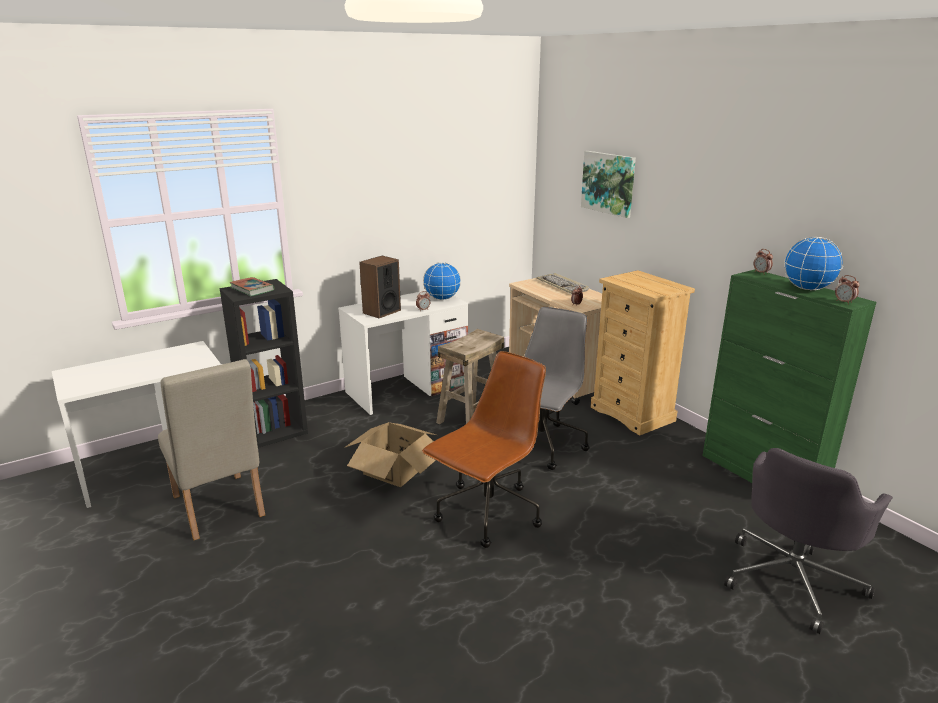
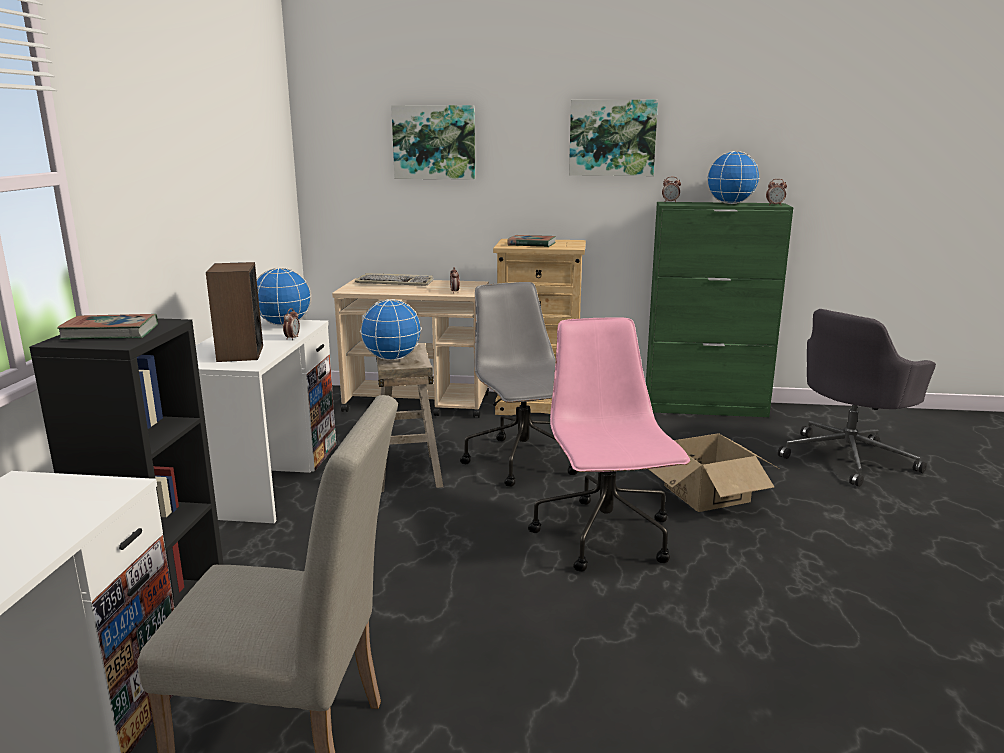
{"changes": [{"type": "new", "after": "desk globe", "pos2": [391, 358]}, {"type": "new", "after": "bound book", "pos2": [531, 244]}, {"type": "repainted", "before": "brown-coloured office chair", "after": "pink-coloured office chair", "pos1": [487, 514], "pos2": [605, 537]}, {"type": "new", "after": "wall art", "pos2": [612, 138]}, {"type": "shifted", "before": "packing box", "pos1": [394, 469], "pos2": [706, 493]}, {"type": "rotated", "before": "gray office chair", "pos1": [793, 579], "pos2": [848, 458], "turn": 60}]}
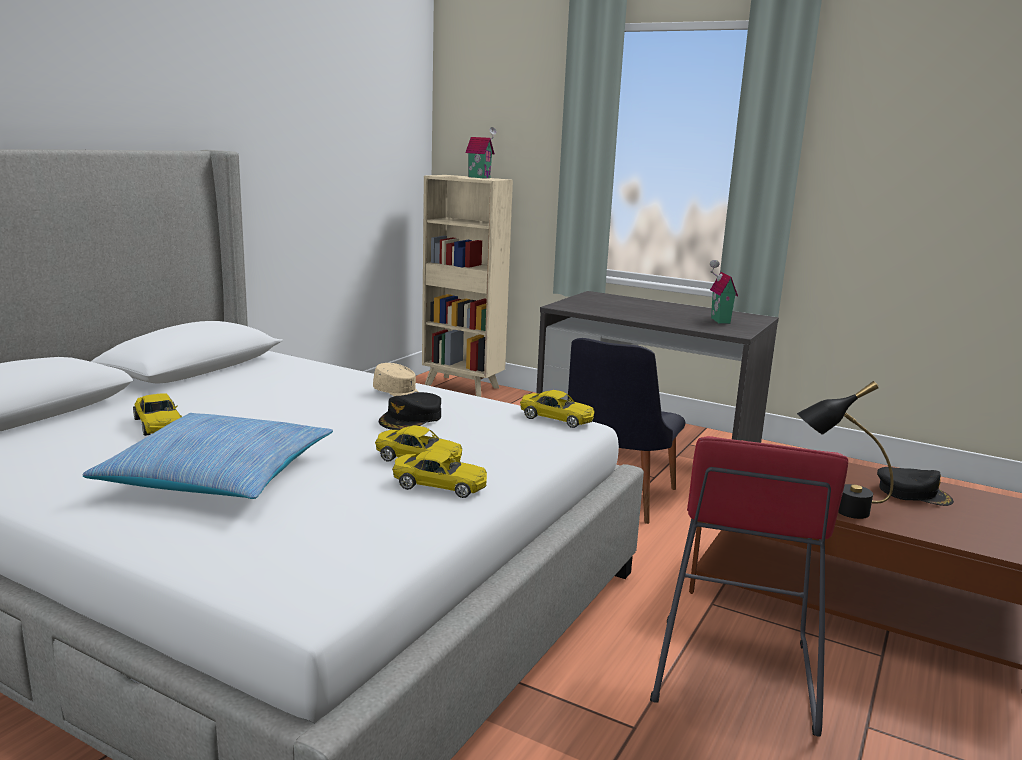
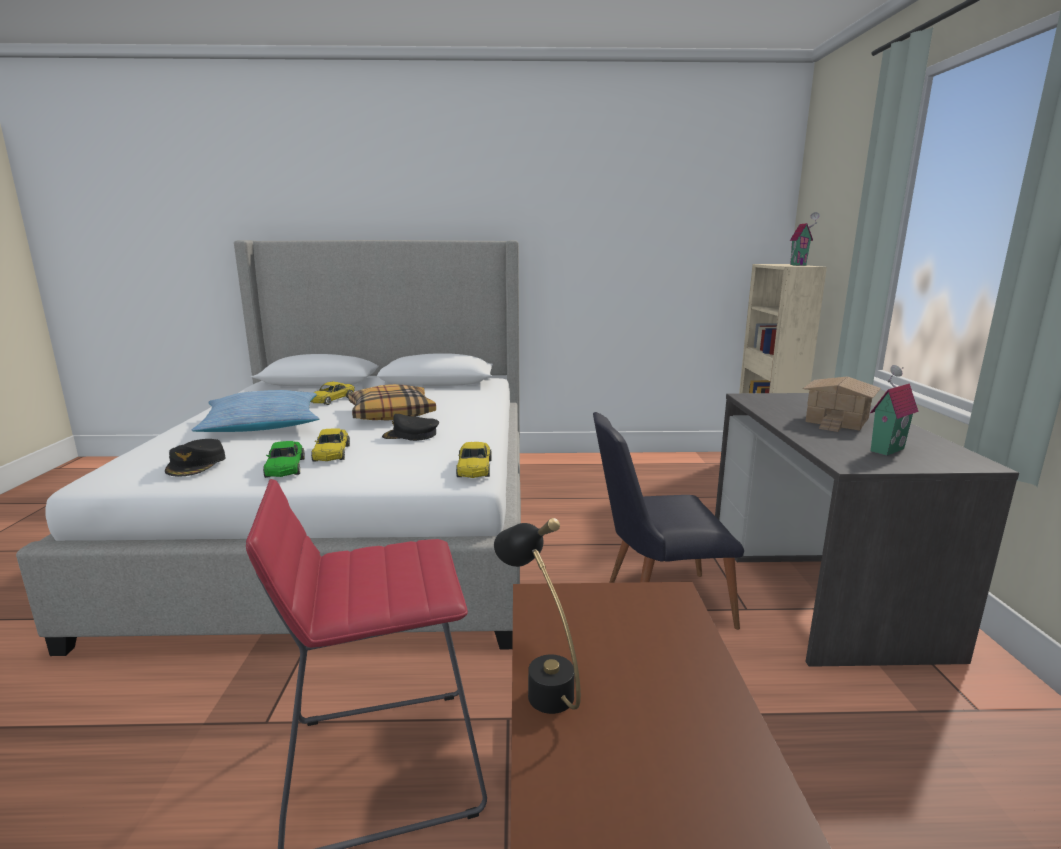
{"changes": [{"type": "shifted", "before": "black cap", "pos1": [913, 493], "pos2": [196, 464]}, {"type": "repainted", "before": "yellow miniature car", "after": "green miniature car", "pos1": [440, 485], "pos2": [285, 467]}, {"type": "new", "after": "cushion", "pos2": [391, 414]}, {"type": "new", "after": "miniature house", "pos2": [838, 420]}, {"type": "gone", "before": "beige-coloured cap", "pos1": [398, 393]}]}
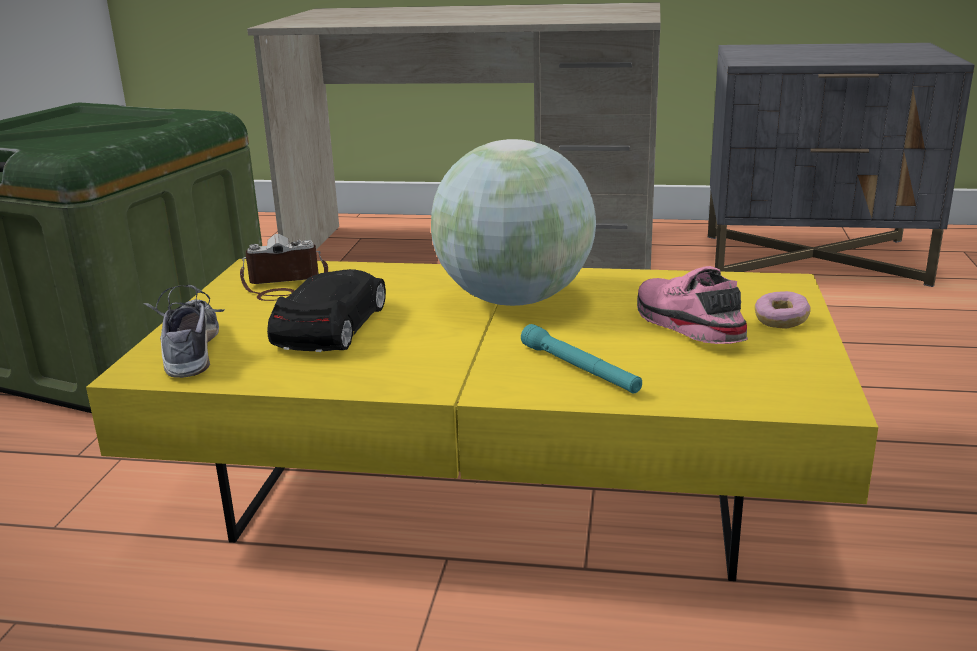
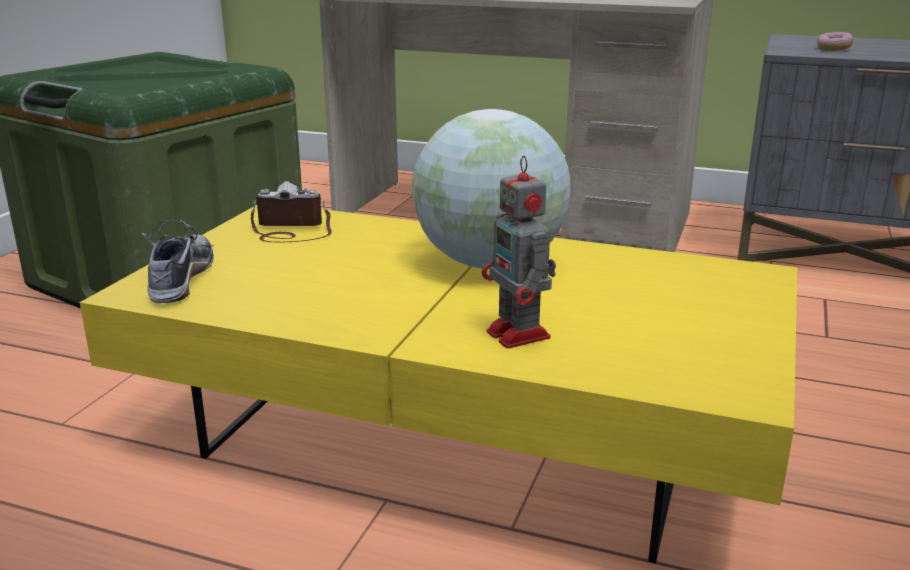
{"changes": [{"type": "swapped", "before": "turquoise-coloured hand torch", "after": "toy robot", "pos1": [579, 369], "pos2": [520, 336]}, {"type": "shifted", "before": "donut", "pos1": [780, 321], "pos2": [833, 49]}, {"type": "gone", "before": "black miniature car", "pos1": [332, 326]}, {"type": "gone", "before": "pink-coloured low shoe", "pos1": [685, 325]}]}
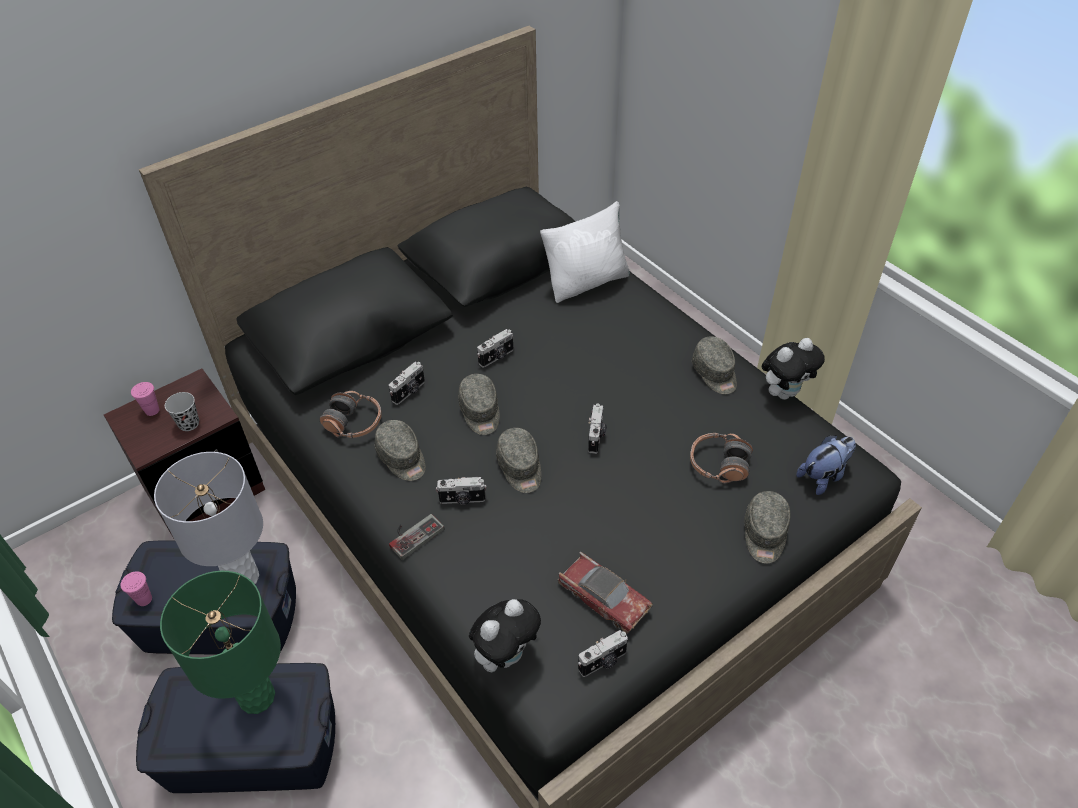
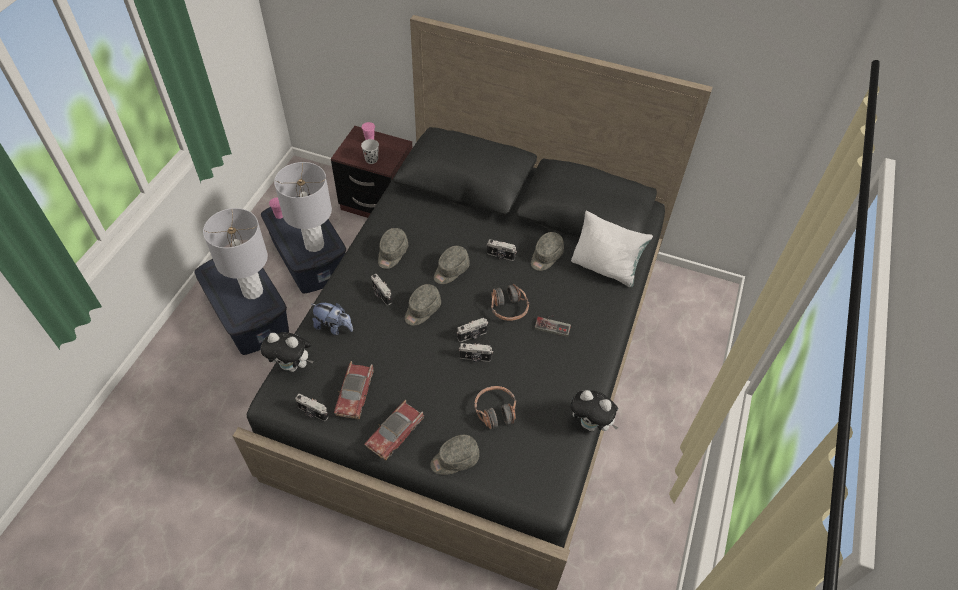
{"changes": [{"type": "repainted", "before": "green tabletop lamp", "after": "gray tabletop lamp", "pos1": [256, 697], "pos2": [252, 291]}, {"type": "shifted", "before": "soft toy", "pos1": [823, 476], "pos2": [334, 327]}, {"type": "new", "after": "miniature car", "pos2": [395, 433]}, {"type": "shifted", "before": "still camera", "pos1": [409, 392], "pos2": [475, 358]}, {"type": "shifted", "before": "pair of headphones", "pos1": [354, 423], "pos2": [508, 308]}, {"type": "shifted", "before": "gray cap", "pos1": [715, 373], "pos2": [546, 257]}, {"type": "shifted", "before": "game controller", "pos1": [413, 533], "pos2": [553, 324]}]}
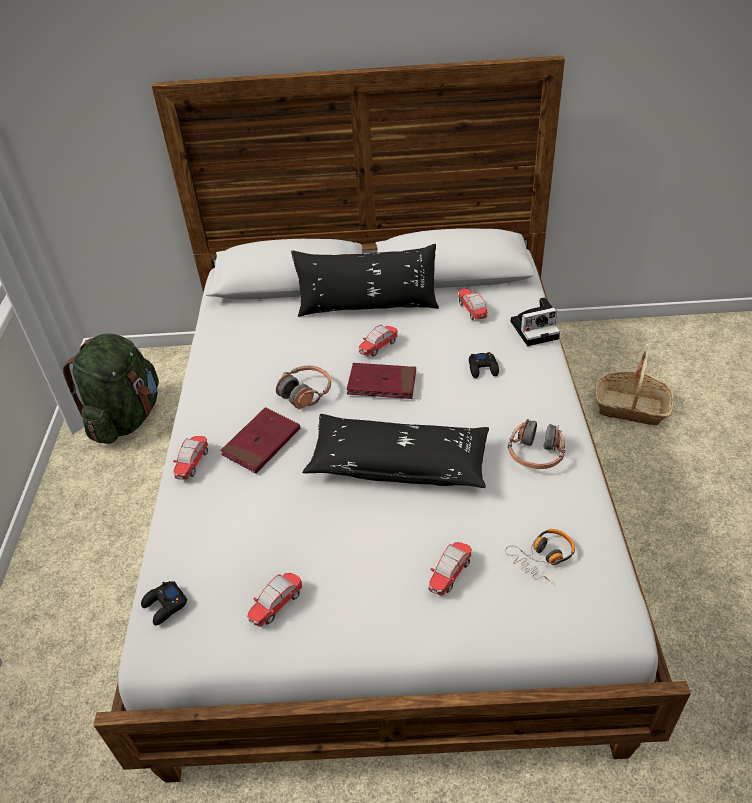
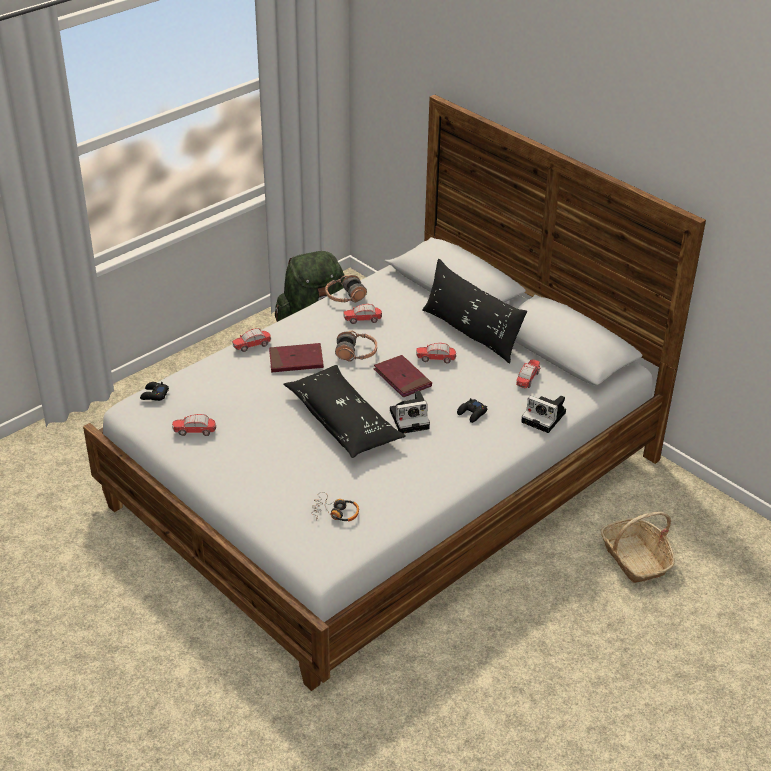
{"changes": [{"type": "shifted", "before": "pair of headphones", "pos1": [535, 454], "pos2": [345, 297]}, {"type": "shifted", "before": "miniature car", "pos1": [450, 574], "pos2": [363, 320]}, {"type": "new", "after": "still camera", "pos2": [411, 418]}]}
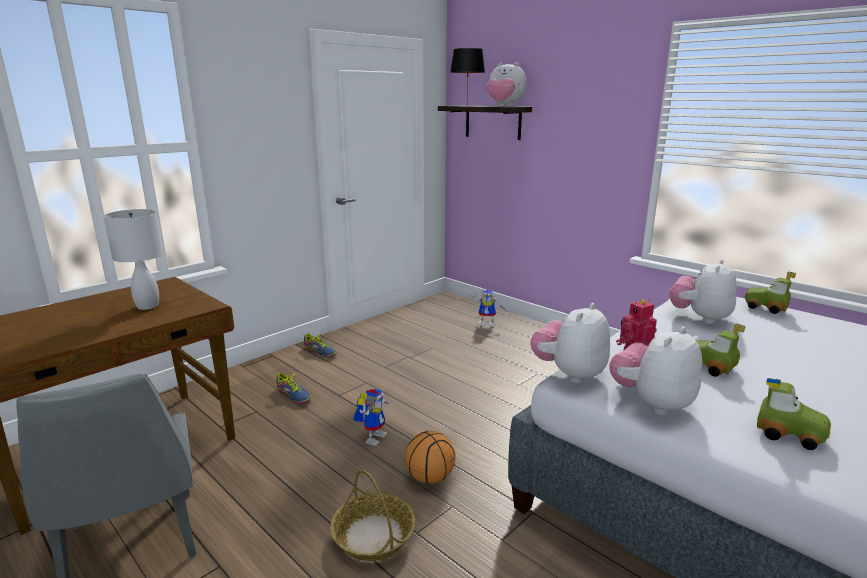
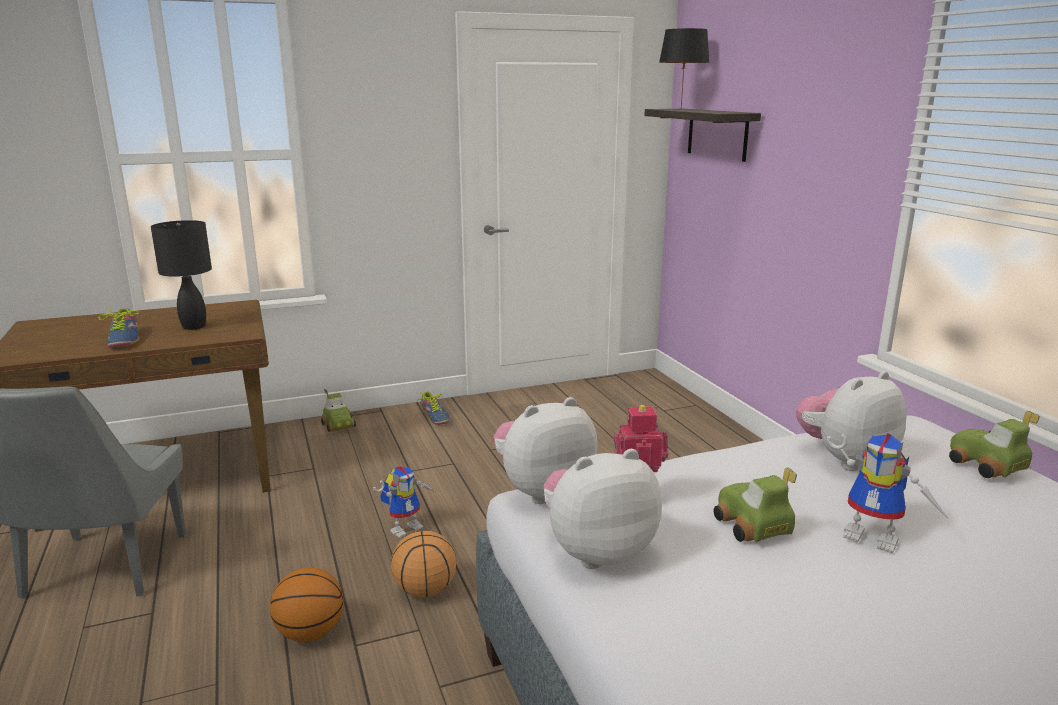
{"changes": [{"type": "shifted", "before": "low shoe", "pos1": [293, 395], "pos2": [124, 339]}, {"type": "repainted", "before": "white-coloured tabletop lamp", "after": "black tabletop lamp", "pos1": [148, 306], "pos2": [194, 326]}, {"type": "swapped", "before": "household basket", "after": "ball for basketball", "pos1": [373, 535], "pos2": [310, 632]}, {"type": "shifted", "before": "miniature car", "pos1": [788, 433], "pos2": [339, 425]}, {"type": "shifted", "before": "toy robot", "pos1": [488, 323], "pos2": [876, 537]}, {"type": "gone", "before": "soft toy", "pos1": [504, 106]}]}
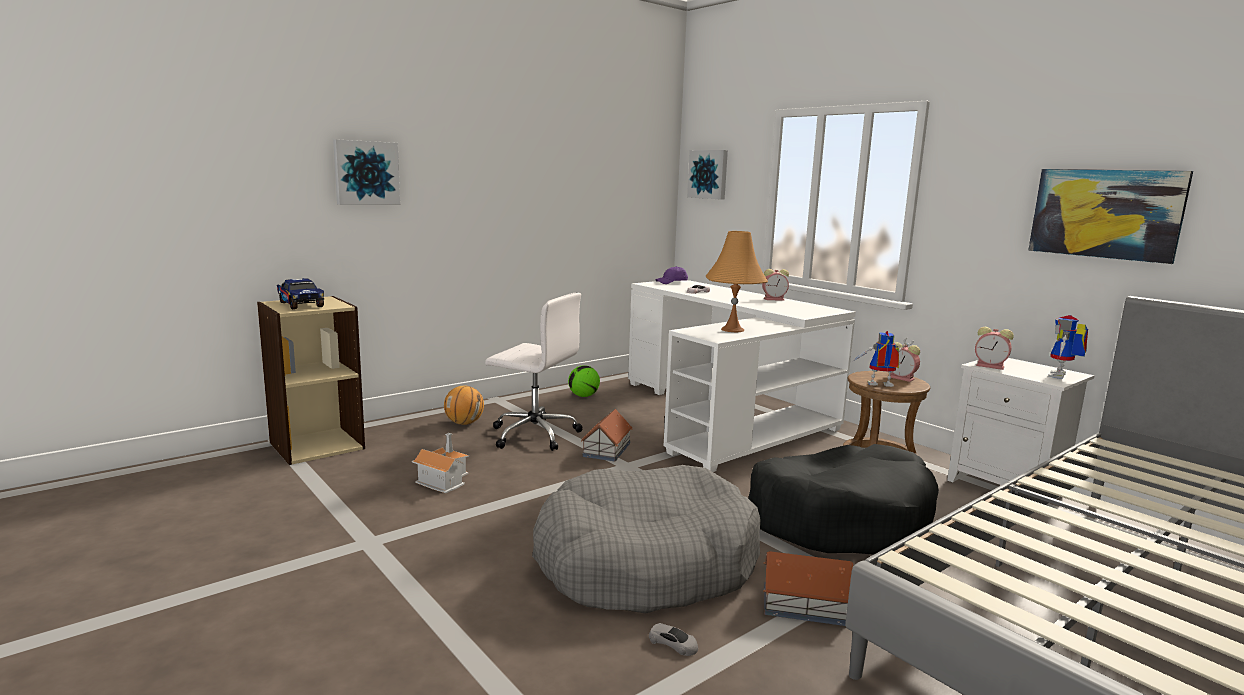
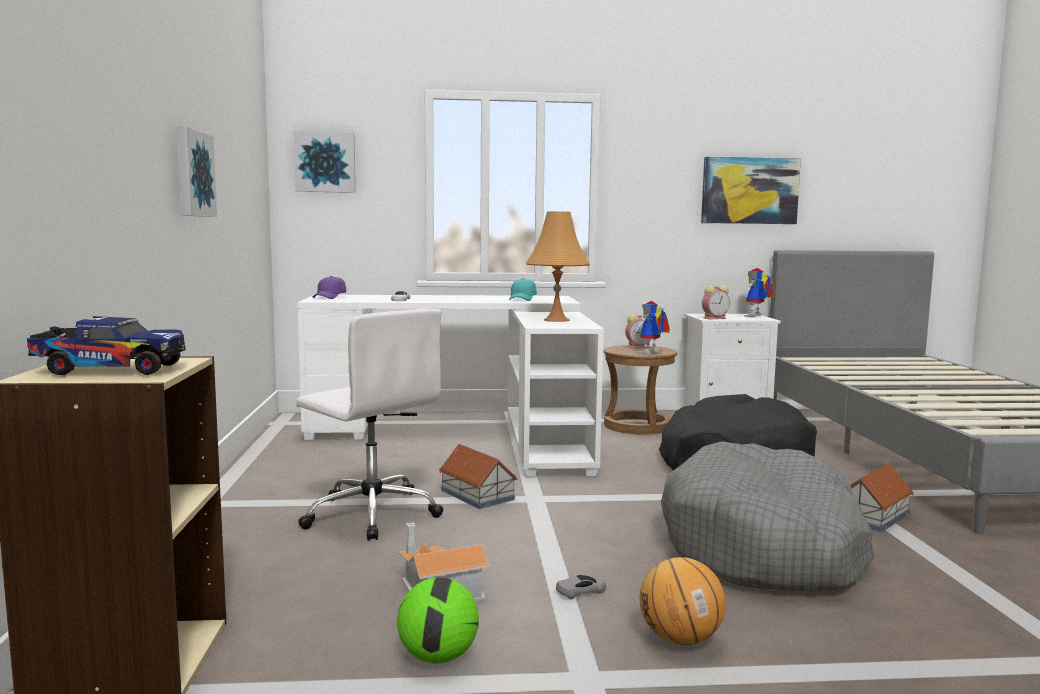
{"changes": [{"type": "shifted", "before": "wall art", "pos1": [366, 173], "pos2": [192, 174]}, {"type": "rotated", "before": "white-coloured office chair", "pos1": [533, 434], "pos2": [371, 514], "turn": 75}, {"type": "shifted", "before": "football ball", "pos1": [583, 396], "pos2": [438, 657]}, {"type": "new", "after": "turquoise-coloured cap", "pos2": [522, 299]}, {"type": "shifted", "before": "gray miniature car", "pos1": [673, 643], "pos2": [581, 591]}, {"type": "shifted", "before": "ball for basketball", "pos1": [464, 423], "pos2": [679, 639]}, {"type": "rotated", "before": "toy robot", "pos1": [1062, 376], "pos2": [755, 316], "turn": 60}, {"type": "gone", "before": "alarm clock", "pos1": [774, 299]}]}
